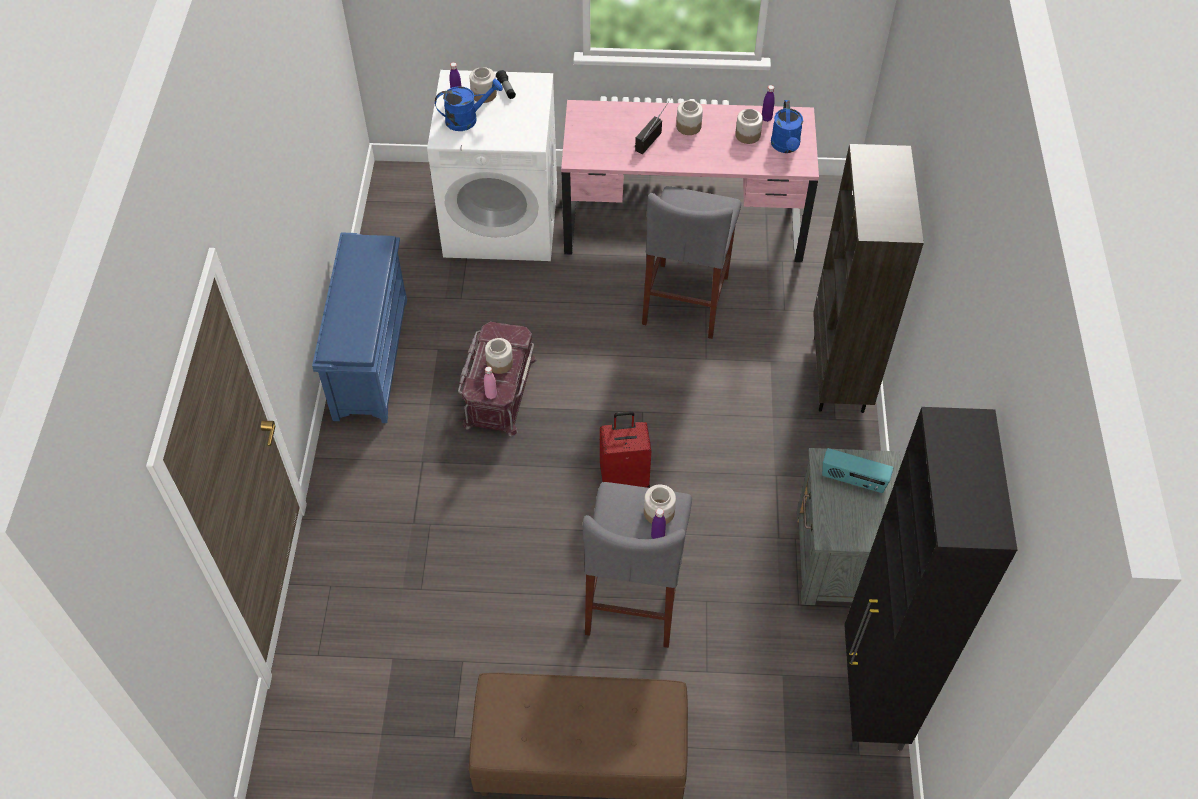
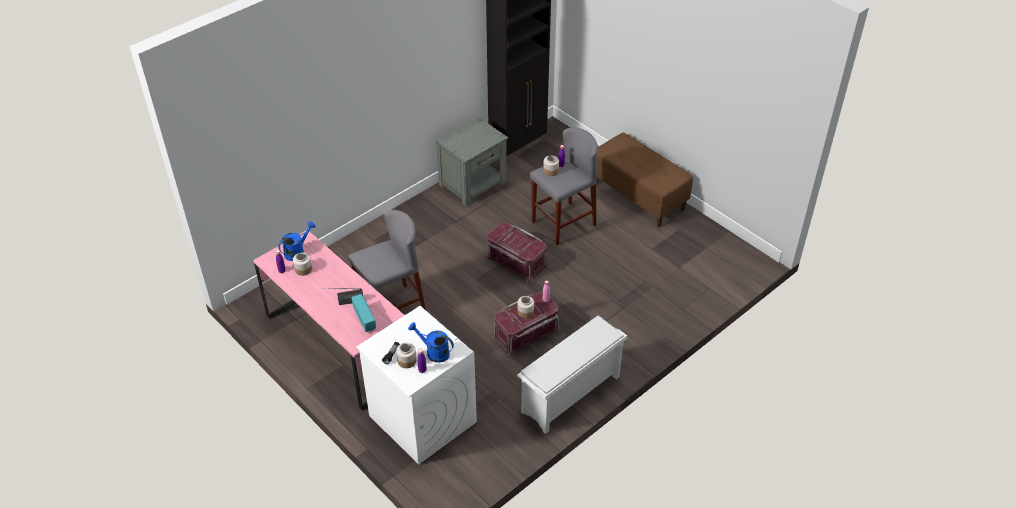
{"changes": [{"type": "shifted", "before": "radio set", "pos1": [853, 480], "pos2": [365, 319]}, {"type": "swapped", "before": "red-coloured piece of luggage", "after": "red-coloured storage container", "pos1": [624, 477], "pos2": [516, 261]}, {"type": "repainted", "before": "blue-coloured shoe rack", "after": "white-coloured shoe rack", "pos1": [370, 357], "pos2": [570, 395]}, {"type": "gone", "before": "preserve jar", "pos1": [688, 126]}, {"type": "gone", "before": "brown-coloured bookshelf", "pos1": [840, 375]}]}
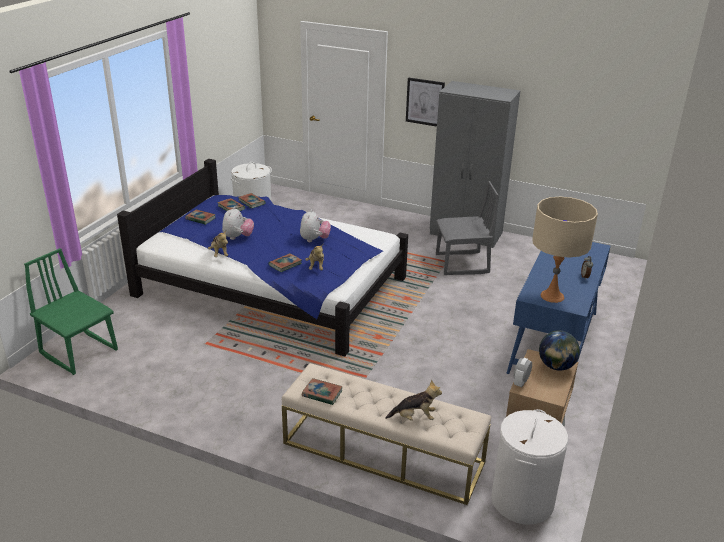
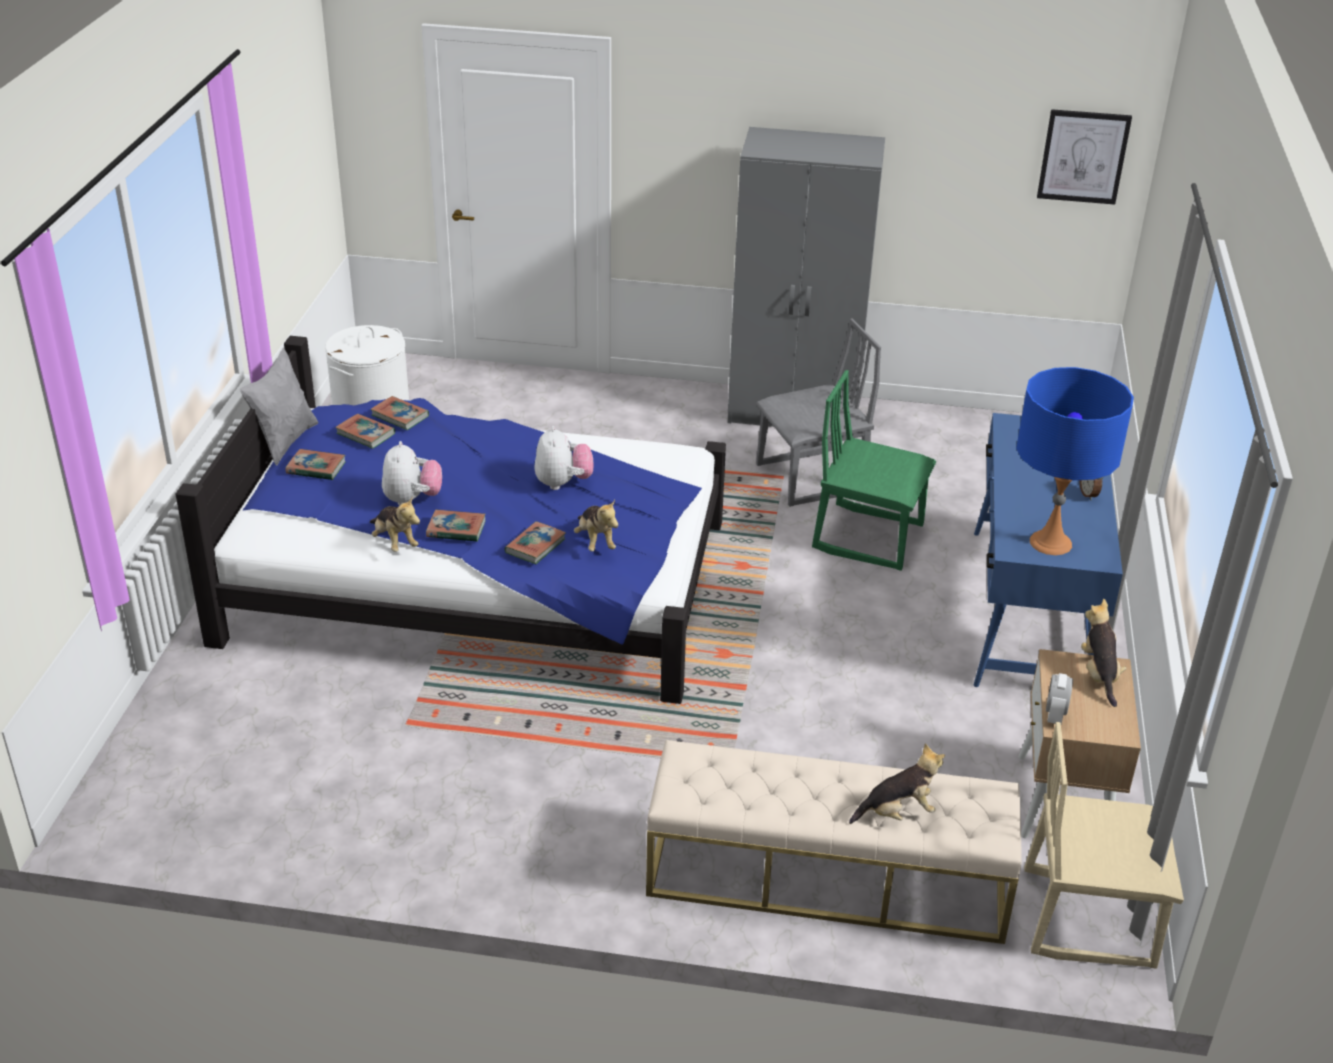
{"changes": [{"type": "new", "after": "gray cushion", "pos2": [285, 441]}, {"type": "shifted", "before": "bound book", "pos1": [322, 394], "pos2": [456, 529]}, {"type": "shifted", "before": "green upright chair", "pos1": [79, 351], "pos2": [868, 536]}, {"type": "repainted", "before": "beige-coloured tabletop lamp", "after": "blue-coloured tabletop lamp", "pos1": [552, 296], "pos2": [1050, 542]}, {"type": "swapped", "before": "white-coloured washing basket", "after": "beige-coloured upright chair", "pos1": [522, 500], "pos2": [1088, 917]}, {"type": "shifted", "before": "wall art", "pos1": [425, 102], "pos2": [1083, 156]}, {"type": "swapped", "before": "desk globe", "after": "soft toy", "pos1": [556, 366], "pos2": [1099, 675]}]}
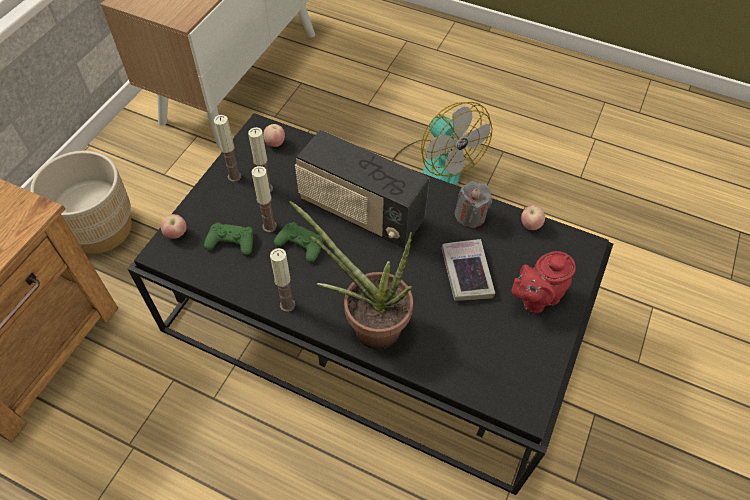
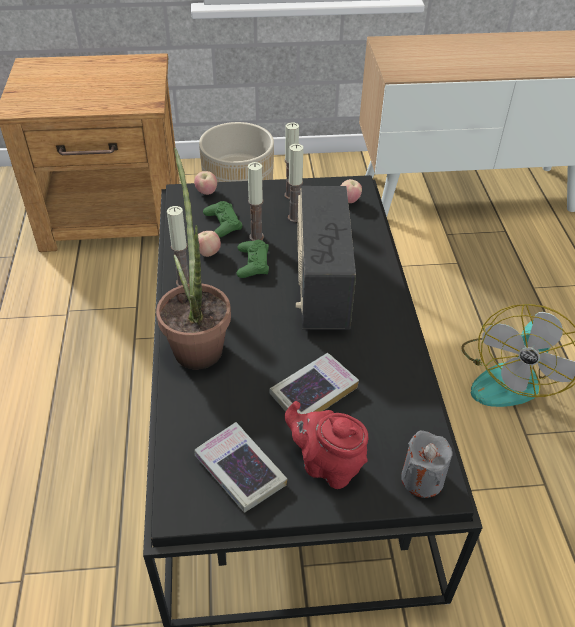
{"changes": [{"type": "new", "after": "bound book", "pos2": [240, 471]}, {"type": "shifted", "before": "apple fruit", "pos1": [530, 225], "pos2": [208, 253]}, {"type": "shifted", "before": "gray candle", "pos1": [470, 216], "pos2": [422, 479]}]}
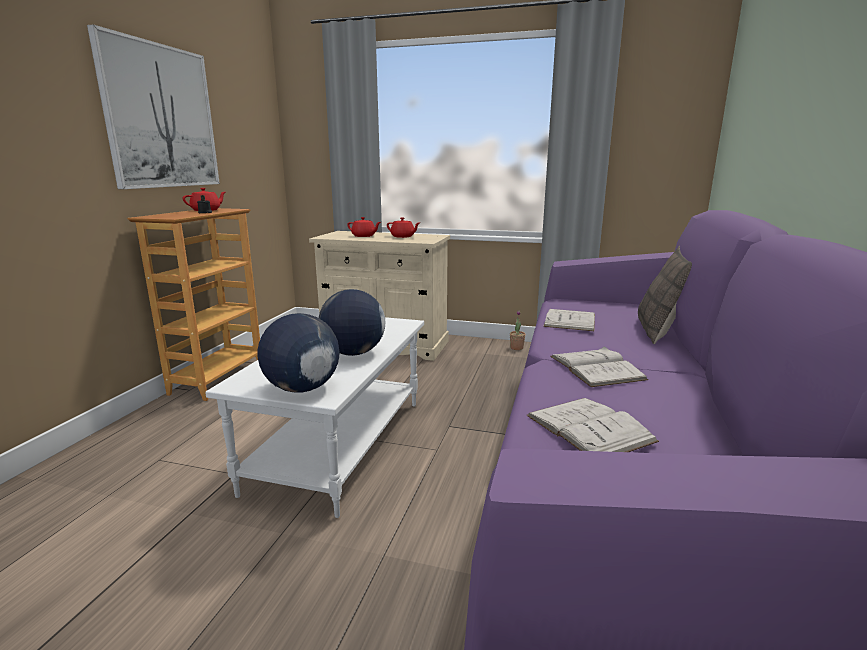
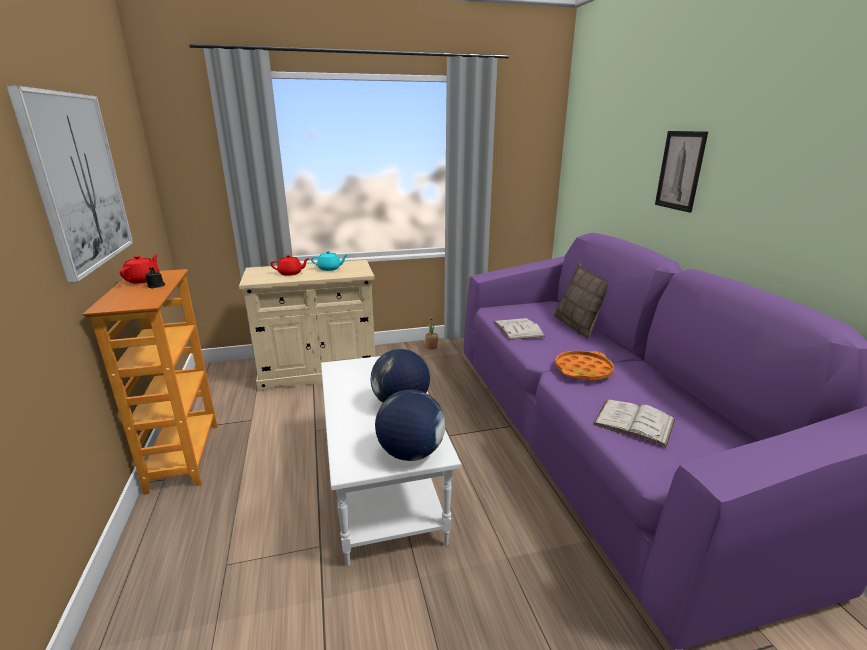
{"changes": [{"type": "repainted", "before": "red-coloured teapot", "after": "turquoise-coloured teapot", "pos1": [403, 236], "pos2": [330, 269]}, {"type": "swapped", "before": "white-coloured bound book", "after": "orange carrying tray", "pos1": [596, 367], "pos2": [583, 370]}, {"type": "new", "after": "wall art", "pos2": [680, 170]}]}
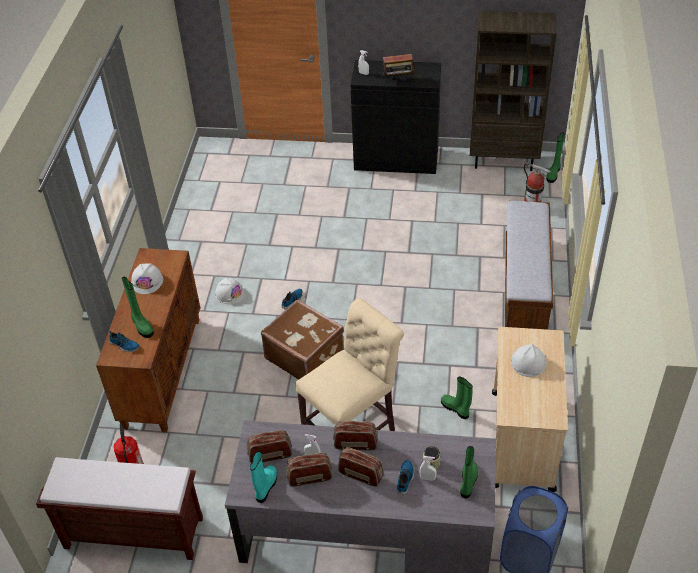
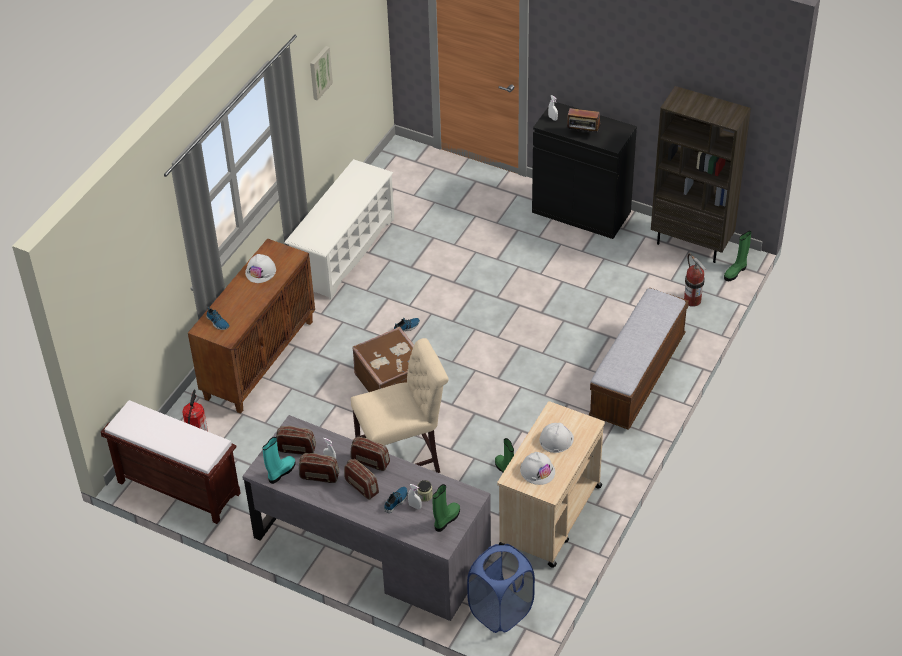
{"changes": [{"type": "new", "after": "white-coloured shoe rack", "pos2": [344, 251]}, {"type": "new", "after": "wall art", "pos2": [319, 72]}, {"type": "shifted", "before": "white-coloured hard hat", "pos1": [230, 293], "pos2": [537, 470]}, {"type": "gone", "before": "green high-top boot", "pos1": [141, 325]}]}
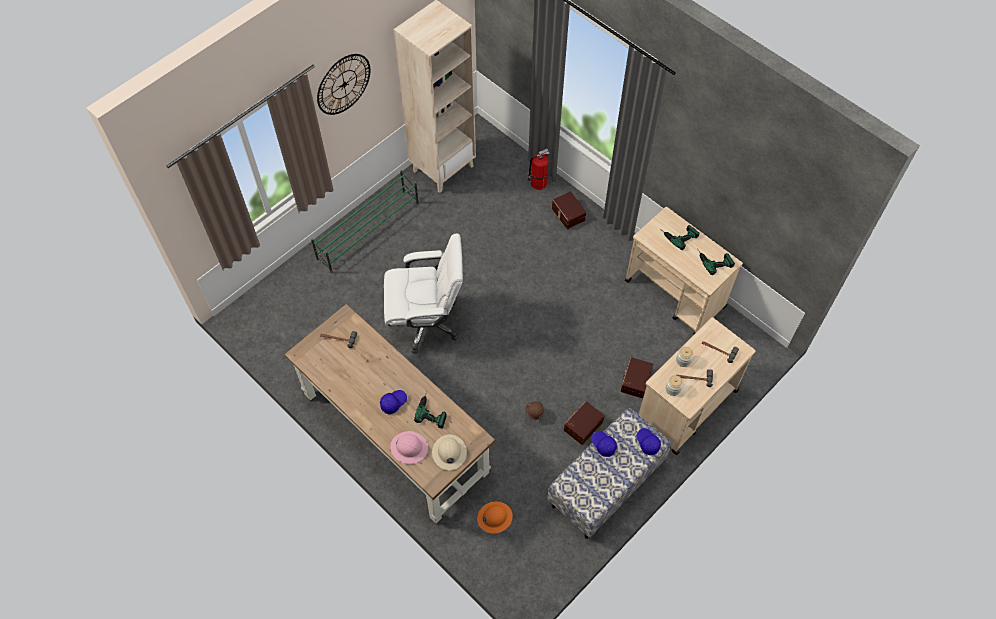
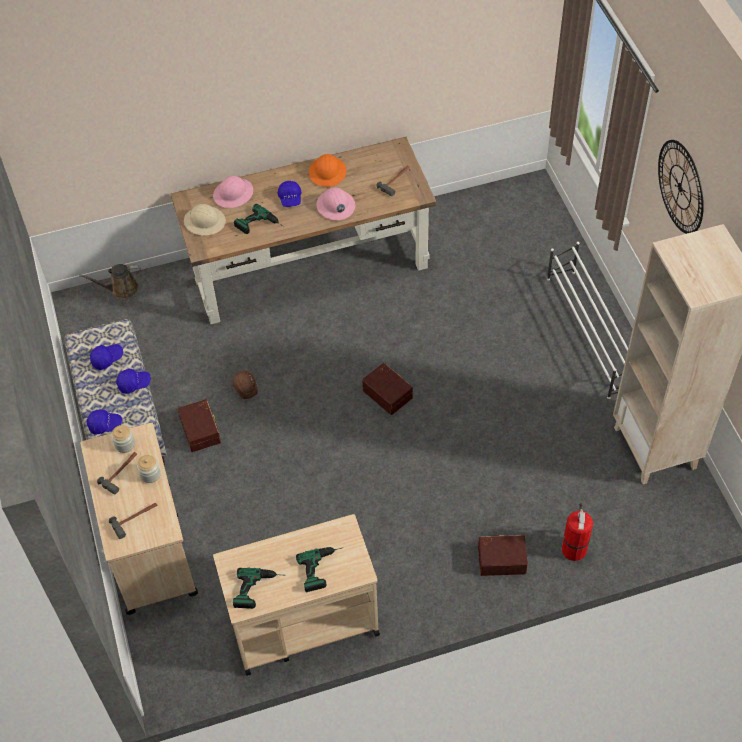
{"changes": [{"type": "new", "after": "brown-coloured sprinkling can", "pos2": [121, 289]}, {"type": "new", "after": "blue-coloured cap", "pos2": [107, 359]}, {"type": "shifted", "before": "orange hard hat", "pos1": [494, 517], "pos2": [327, 172]}, {"type": "new", "after": "pink-coloured hard hat", "pos2": [335, 206]}, {"type": "shifted", "before": "brown-coloured storage container", "pos1": [634, 380], "pos2": [388, 393]}, {"type": "repainted", "before": "green shoe rack", "after": "white-coloured shoe rack", "pos1": [369, 230], "pos2": [590, 333]}, {"type": "gone", "before": "white-coloured office chair", "pos1": [426, 321]}]}
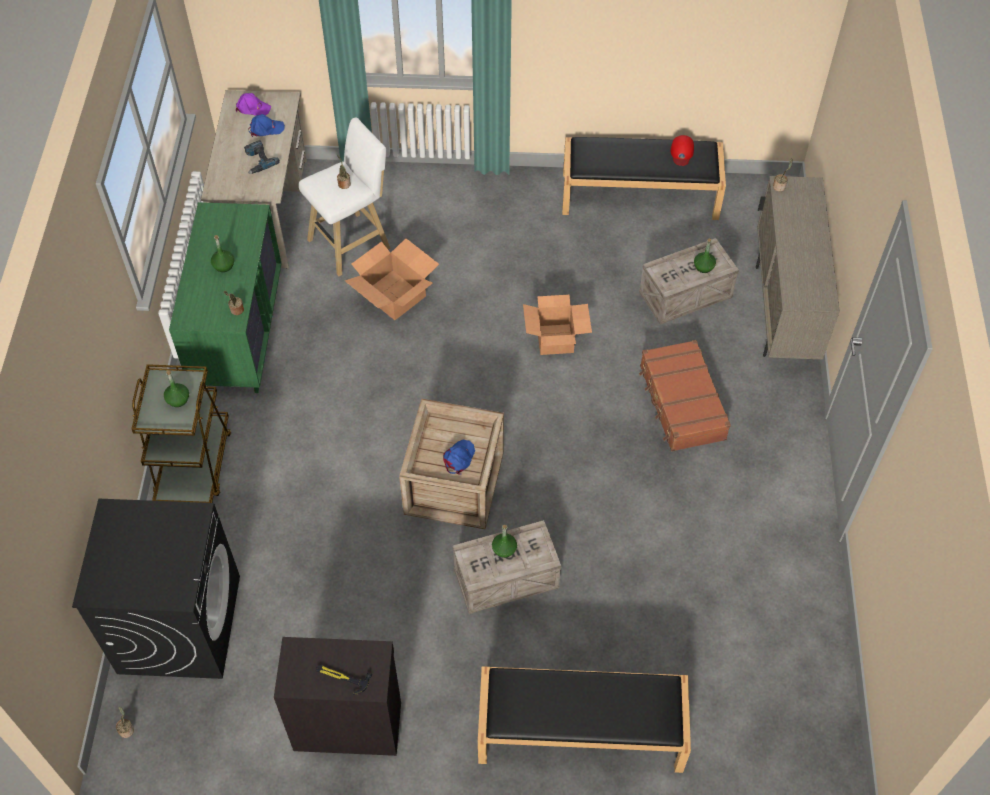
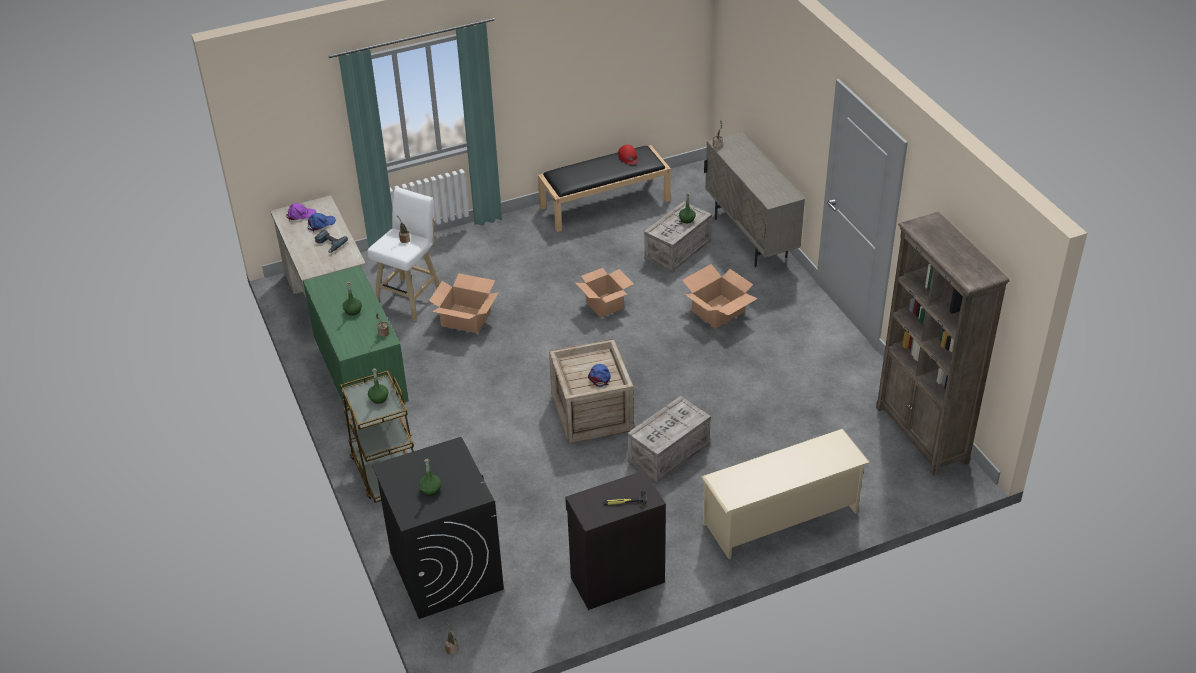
{"changes": [{"type": "shifted", "before": "green bottle", "pos1": [504, 549], "pos2": [430, 489]}, {"type": "swapped", "before": "brown-coloured piece of luggage", "after": "packing box", "pos1": [681, 403], "pos2": [718, 311]}, {"type": "swapped", "before": "black bench", "after": "beige-coloured shoe rack", "pos1": [579, 731], "pos2": [781, 518]}, {"type": "new", "after": "brown-coloured bookshelf", "pos2": [921, 435]}]}
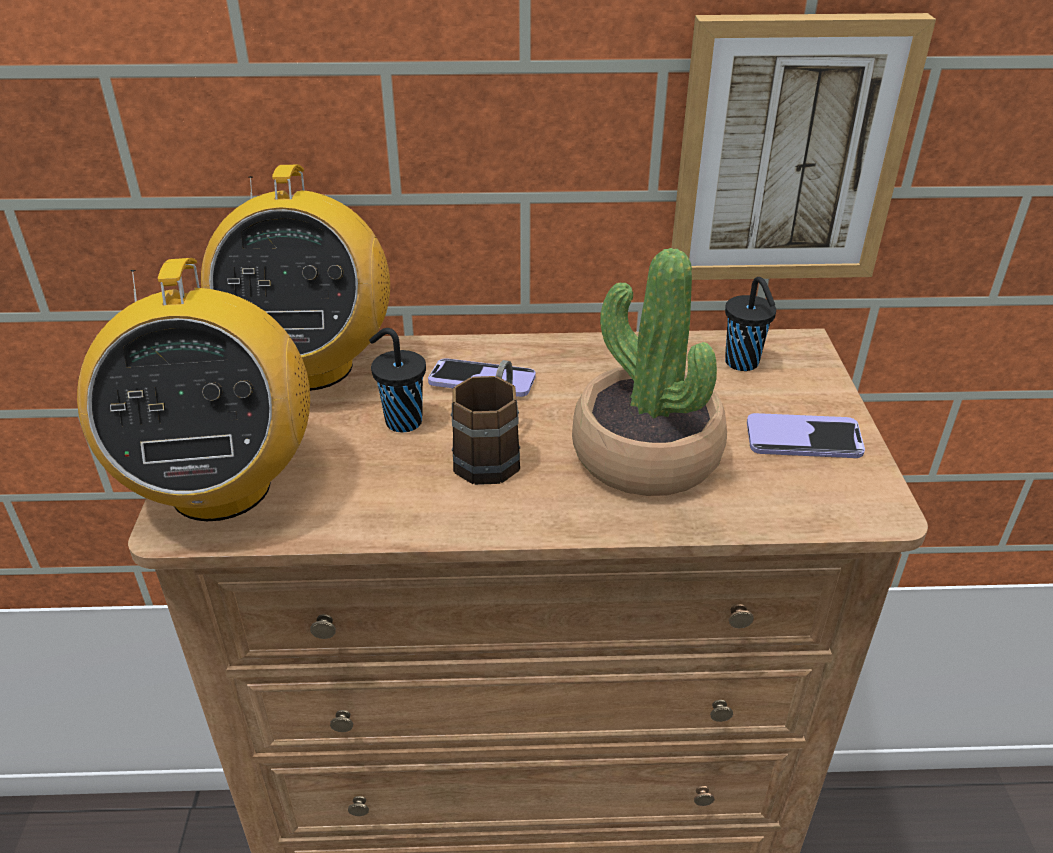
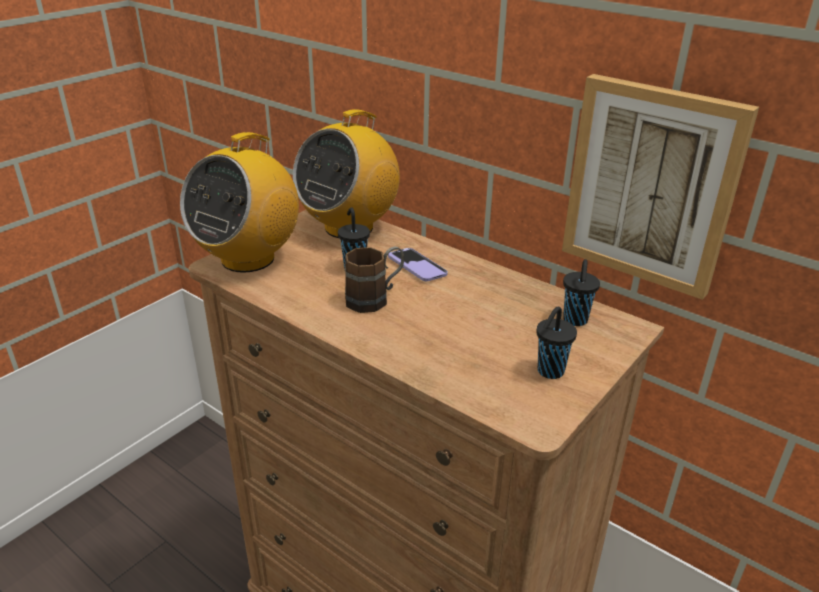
{"changes": [{"type": "swapped", "before": "handset", "after": "black cup", "pos1": [803, 439], "pos2": [549, 372]}, {"type": "gone", "before": "potted plant", "pos1": [645, 455]}]}
